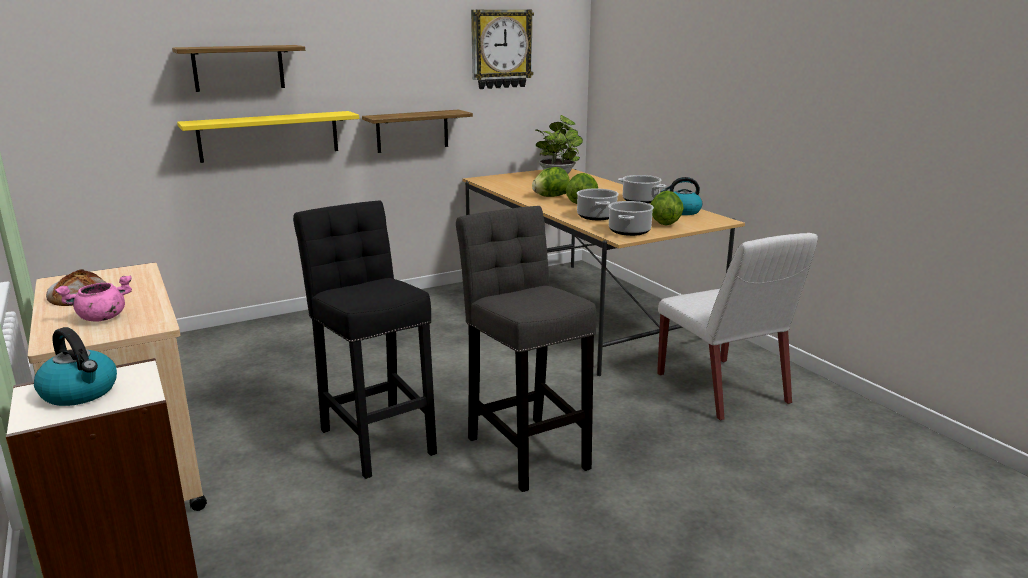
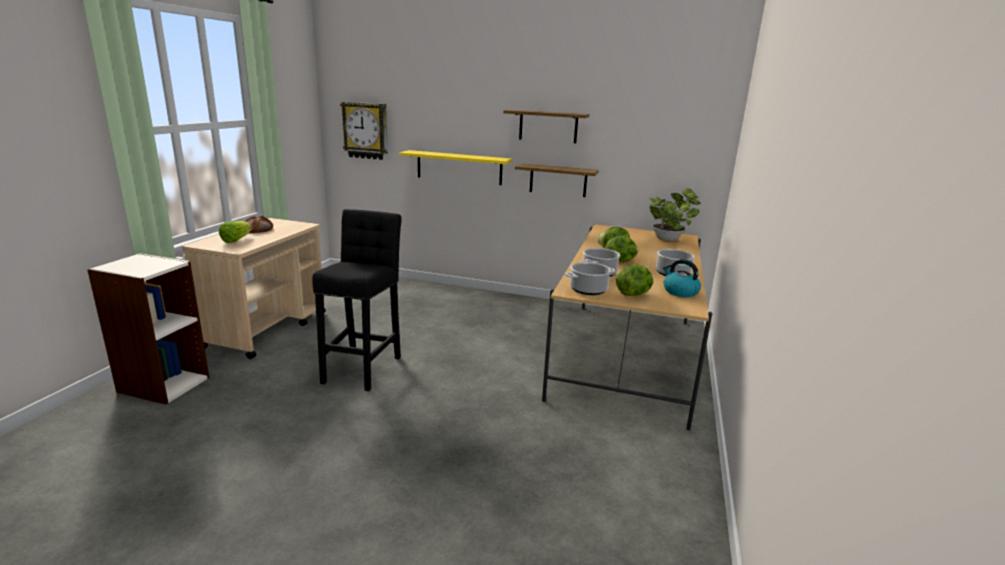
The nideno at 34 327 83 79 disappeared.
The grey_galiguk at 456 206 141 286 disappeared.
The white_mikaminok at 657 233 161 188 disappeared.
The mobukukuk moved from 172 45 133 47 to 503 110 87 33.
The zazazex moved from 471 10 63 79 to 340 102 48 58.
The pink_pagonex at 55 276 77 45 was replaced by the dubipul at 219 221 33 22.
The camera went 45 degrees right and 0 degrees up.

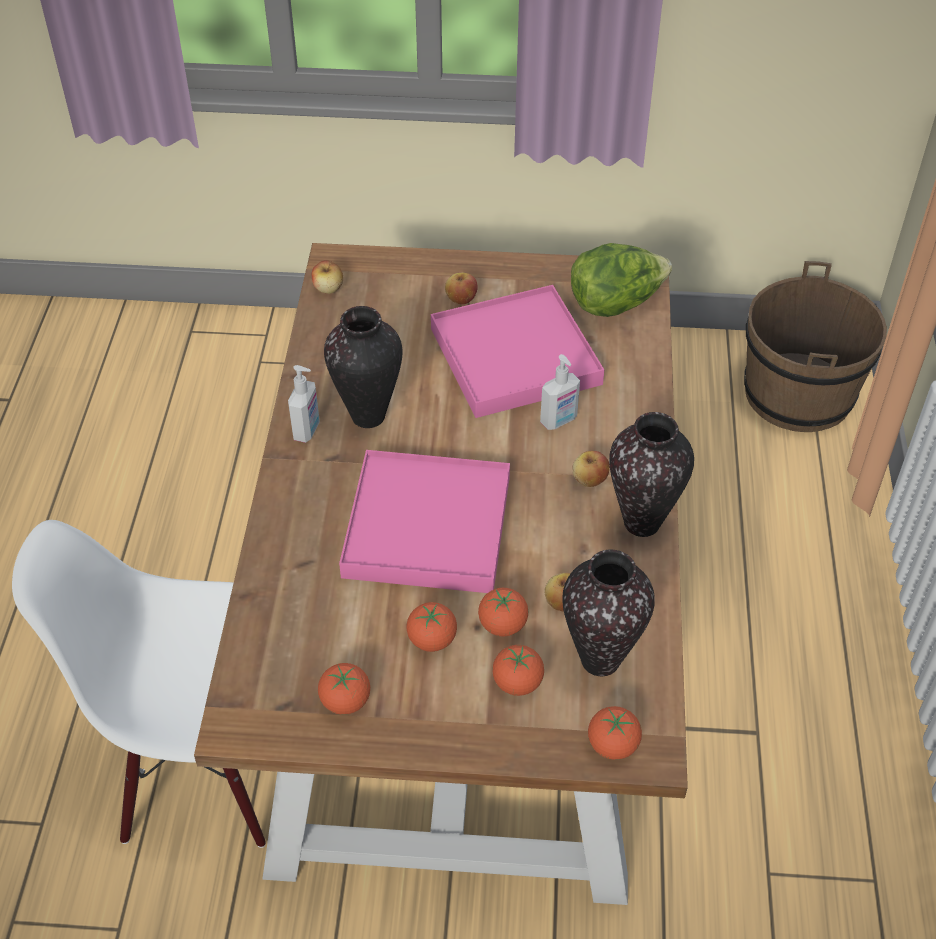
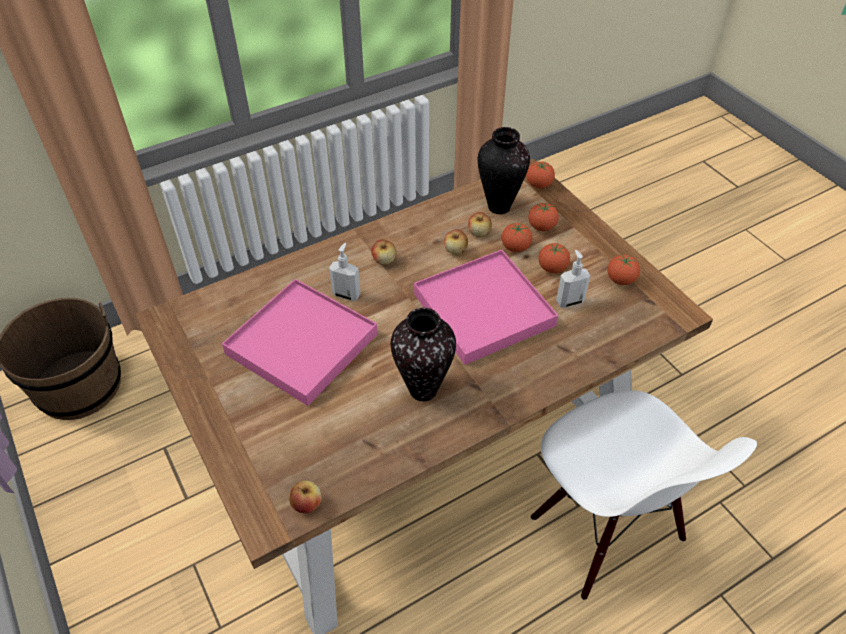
The dubipul at 571 243 101 74 disappeared.
The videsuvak at 609 412 85 125 disappeared.
The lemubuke moved from 288 365 32 78 to 556 250 34 58.
The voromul moved from 445 272 33 32 to 444 229 24 26.
The camera went 125 degrees left and 0 degrees up.

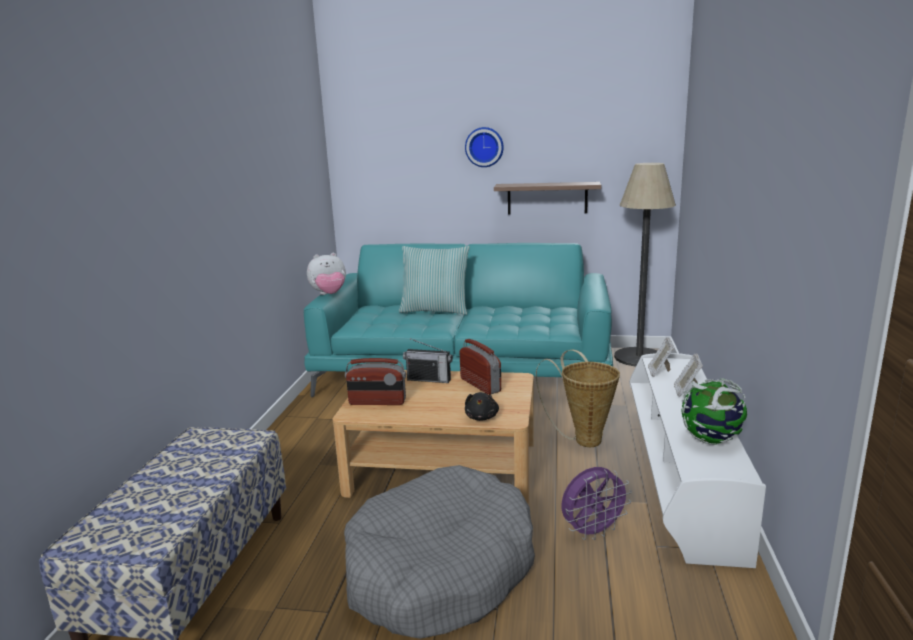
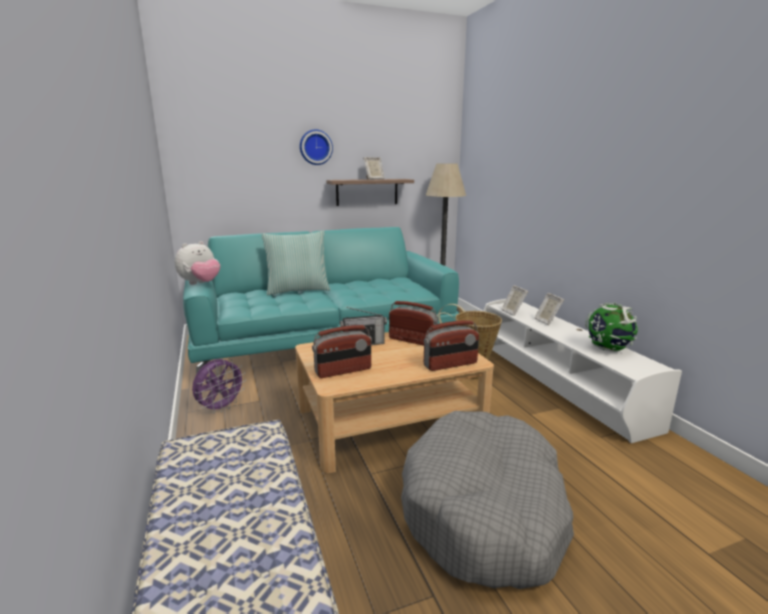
The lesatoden at 363 157 22 23 appeared.
The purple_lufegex moved from 562 467 70 73 to 192 359 54 54.
The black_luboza at 465 392 34 29 was replaced by the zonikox at 424 320 55 51.
The camera went 30 degrees left and 0 degrees up.

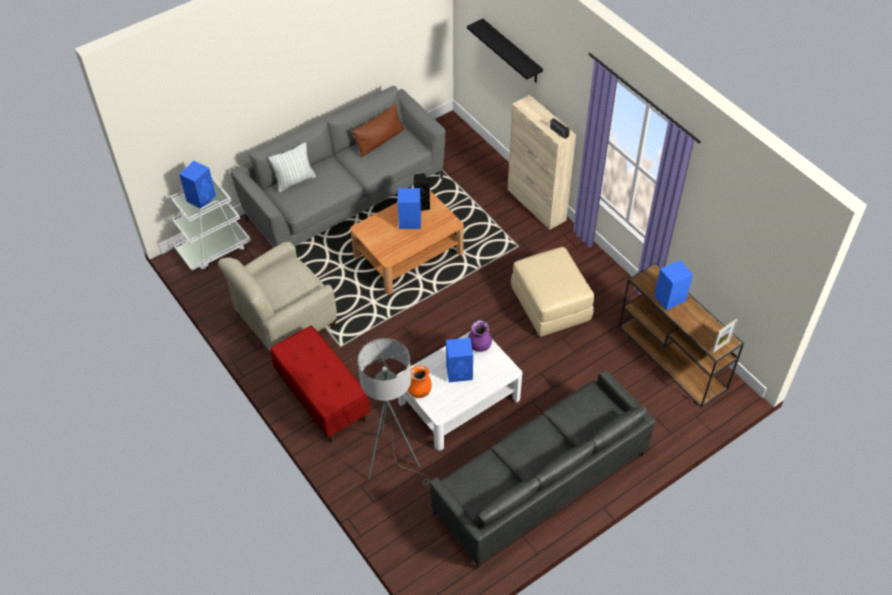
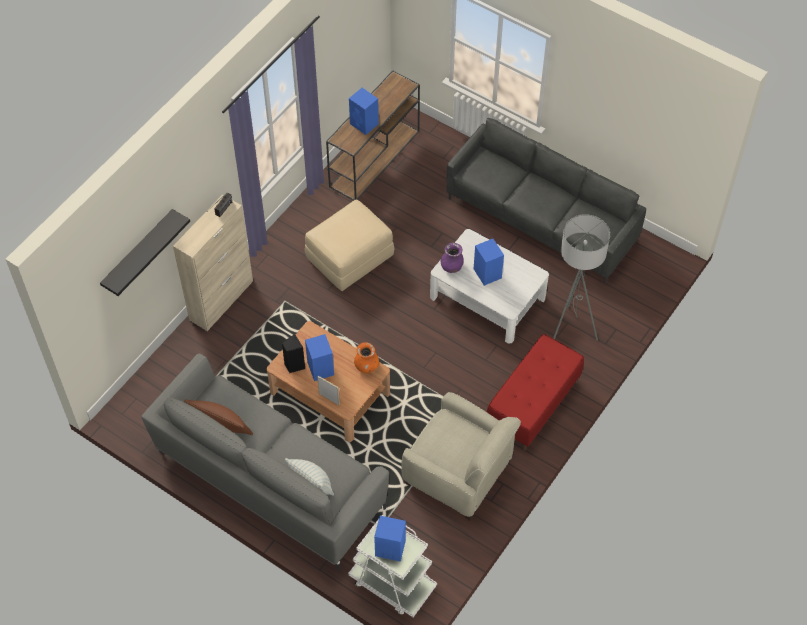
The orange_videsuvak moved from 408 365 24 33 to 354 342 25 32.
The lesatoden moved from 712 319 25 34 to 317 376 23 29.
The camera went 110 degrees left and 5 degrees up.

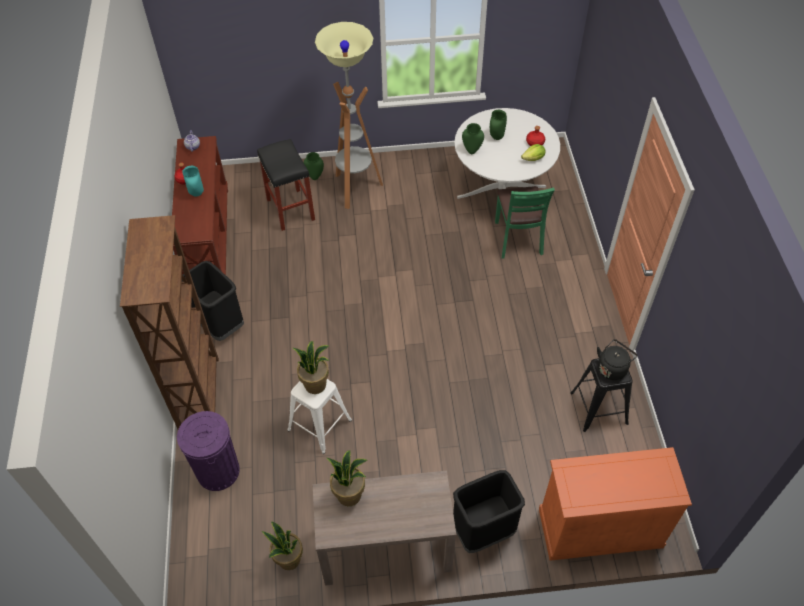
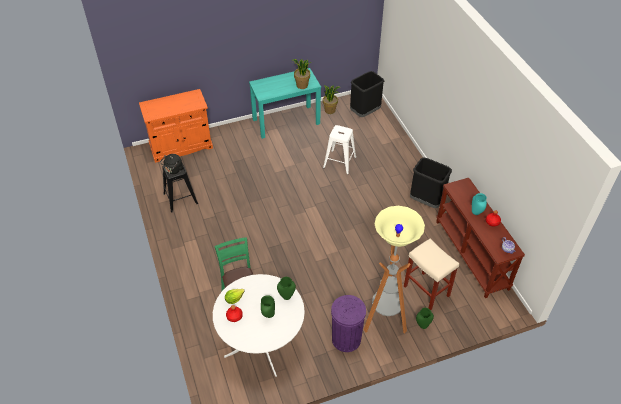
The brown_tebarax at 120 215 99 214 disappeared.
The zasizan at 293 341 36 53 disappeared.
The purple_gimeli moved from 177 411 63 80 to 331 295 35 57.
The black_gimeli moved from 453 470 72 83 to 350 71 34 46.
The black_galiguk at 257 139 58 92 became the beige_galiguk at 404 238 55 72.
The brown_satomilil at 313 471 143 115 became the turquoise_satomilil at 249 68 72 71.
The camera went 165 degrees right and 5 degrees down.

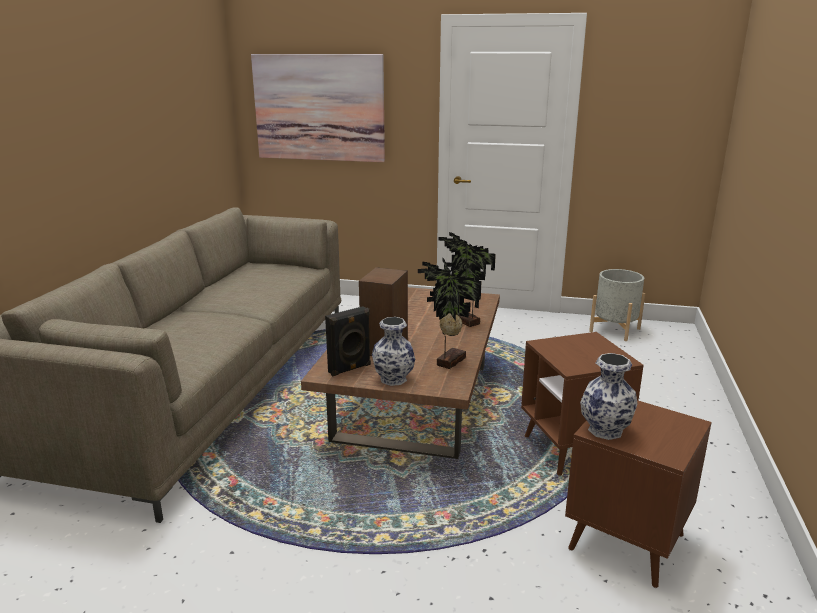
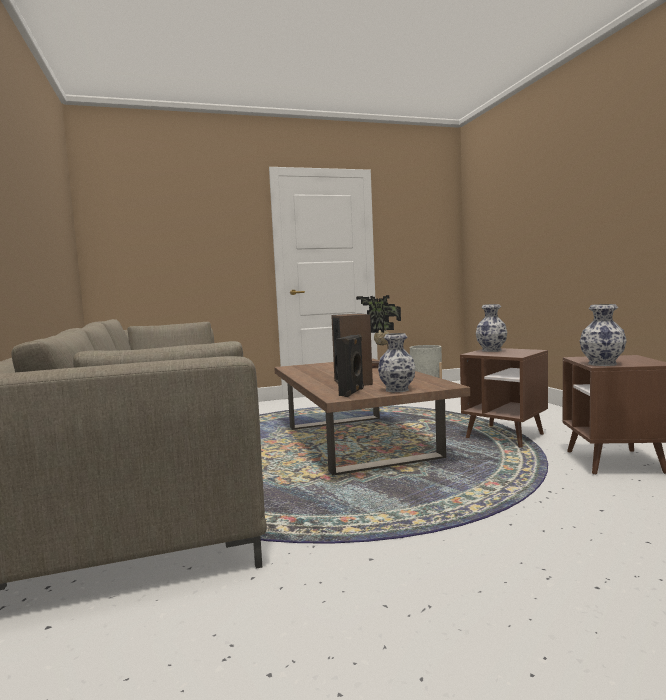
The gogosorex at 251 54 134 108 disappeared.
The zasizan at 418 258 63 111 disappeared.
The videsuvak at 476 304 31 48 appeared.
The camera went 30 degrees left and 15 degrees down.

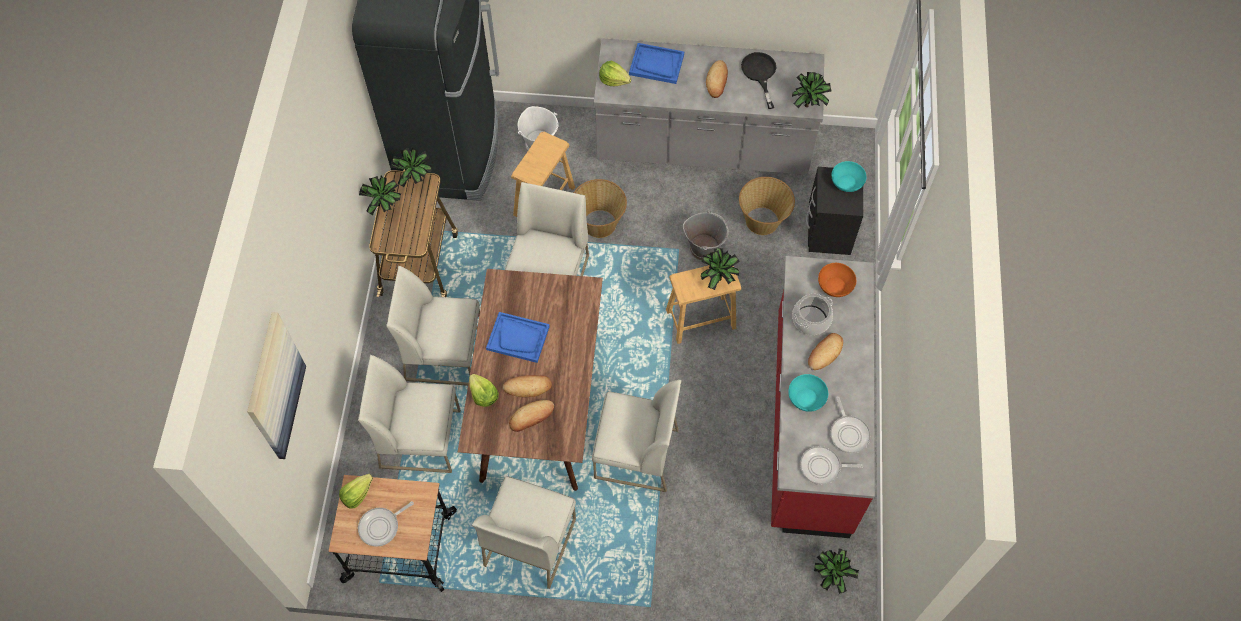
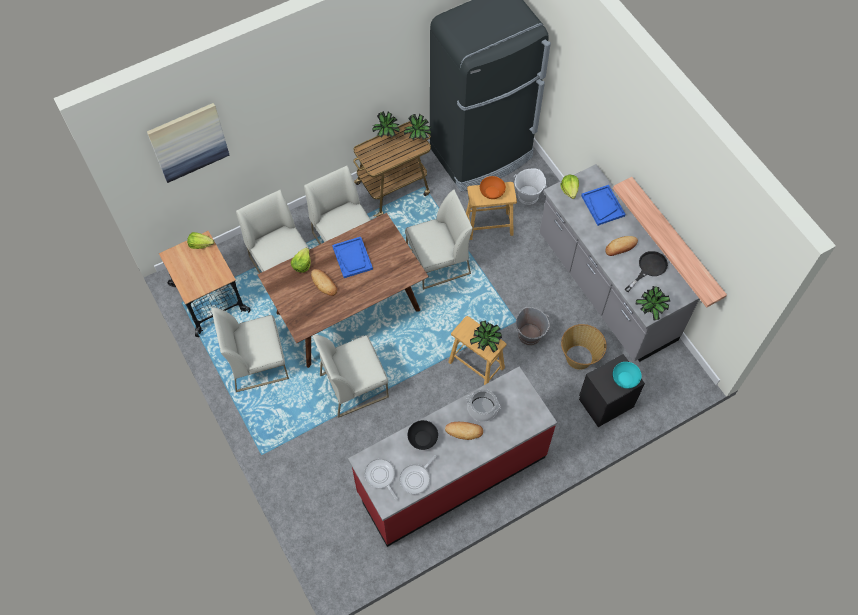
The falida at 358 501 56 46 disappeared.
The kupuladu at 509 400 45 32 disappeared.
The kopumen at 574 179 53 59 disappeared.
The zasizan at 814 548 45 46 disappeared.
The mobukukuk at 613 177 114 131 appeared.
The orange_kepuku moved from 818 263 38 34 to 480 176 26 23.
The turquoise_kepuku at 788 374 40 38 became the black_kepuku at 408 420 30 30.
The white_mikaminok at 592 380 90 112 turned 90 degrees clockwise.
The camera went 55 degrees right and 0 degrees up.

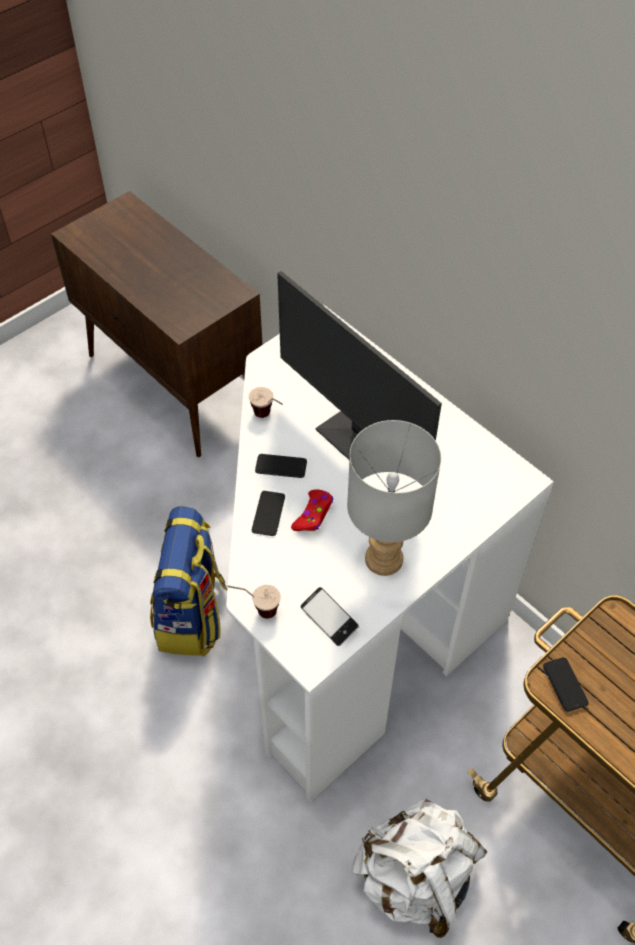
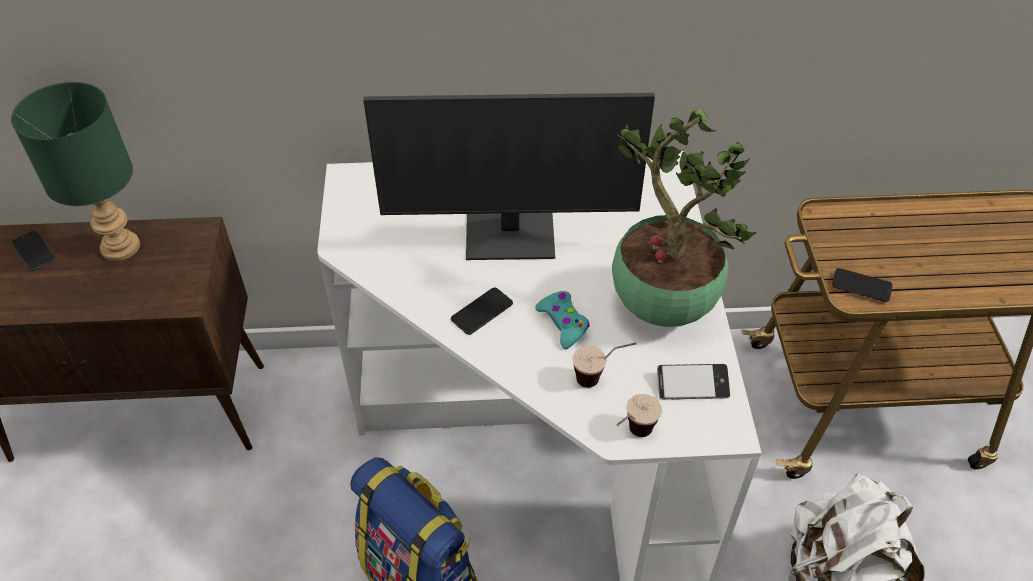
The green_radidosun at 11 82 129 179 appeared.
The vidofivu moved from 249 387 34 31 to 572 343 64 45.
The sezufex moved from 252 491 33 45 to 11 231 44 40.
The grey_radidosun at 347 420 94 156 was replaced by the zasizan at 612 109 144 218.
The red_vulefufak at 291 489 42 42 became the turquoise_vulefufak at 535 291 55 58.
The camera went 50 degrees left and 5 degrees down.

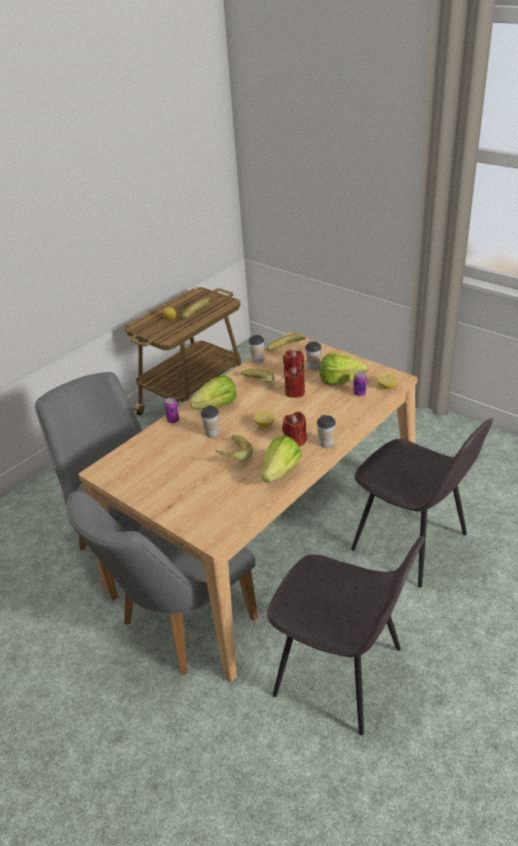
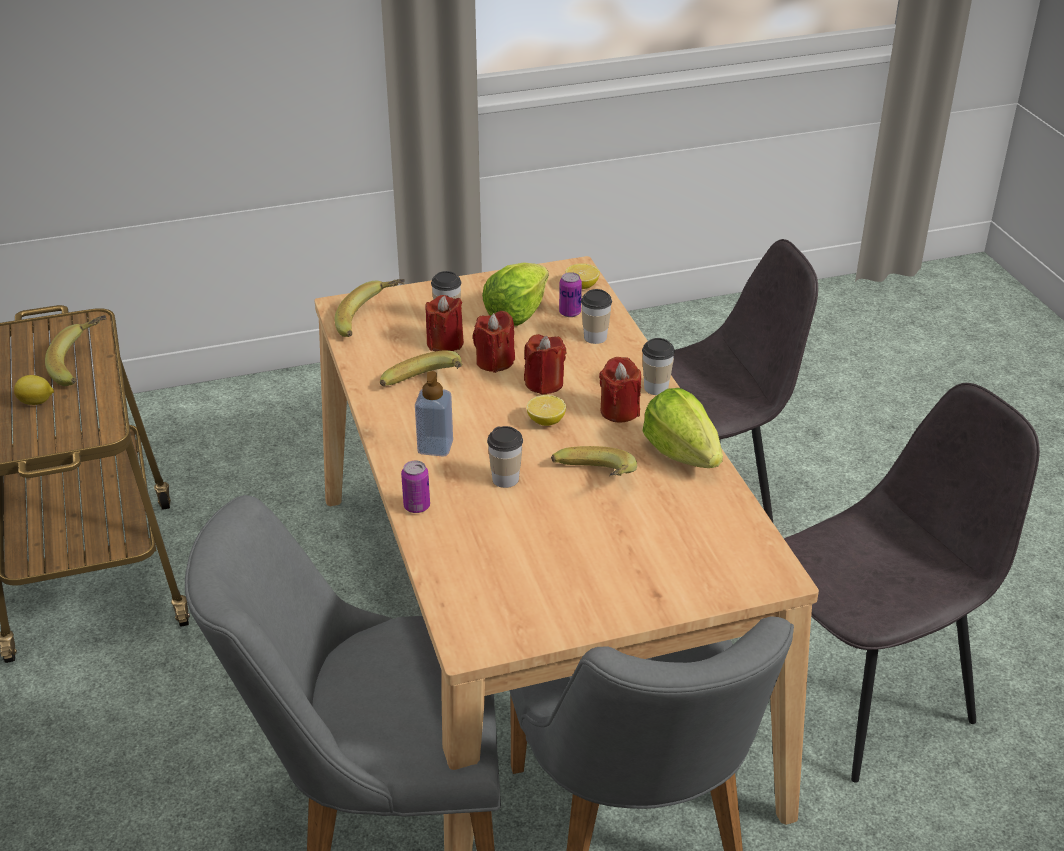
The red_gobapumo at 524 334 42 61 appeared.
The vidofivu moved from 248 335 16 28 to 581 289 31 55.
The dubipul at 189 375 47 34 was replaced by the lemubuke at 415 371 38 86.
The camera went 60 degrees left and 0 degrees up.

